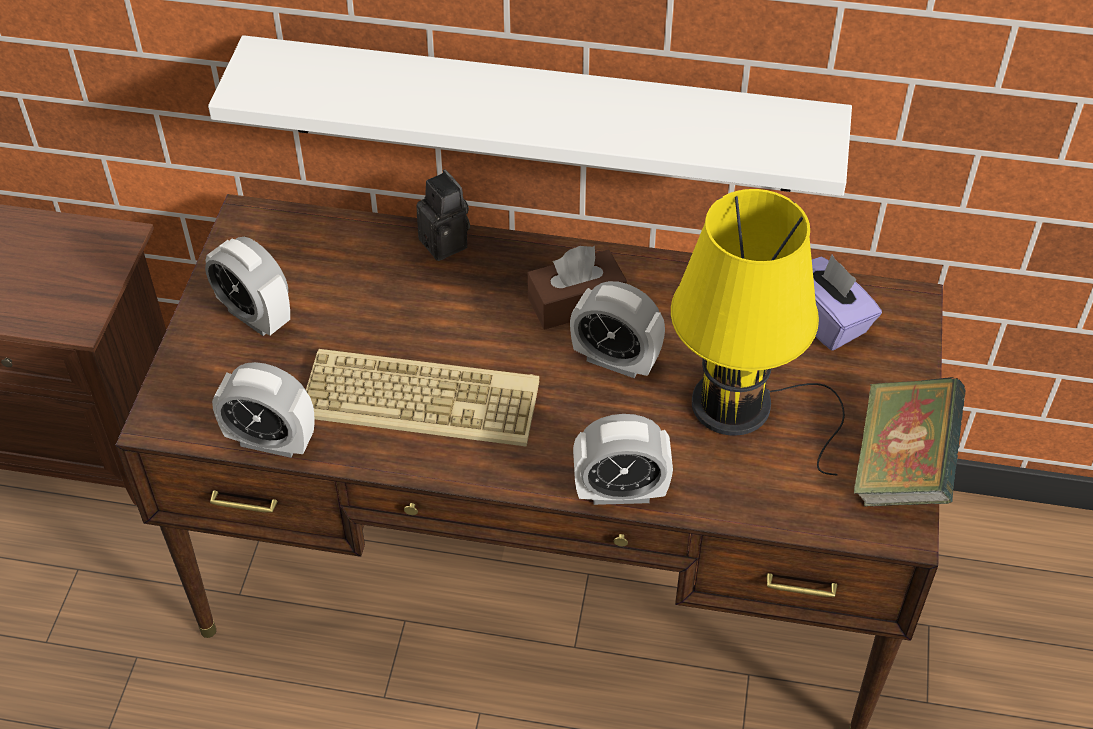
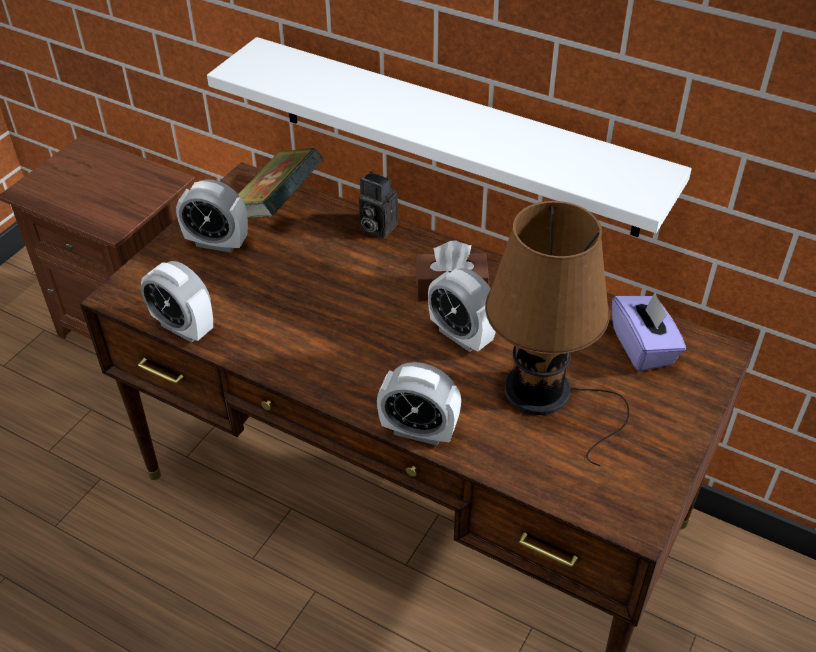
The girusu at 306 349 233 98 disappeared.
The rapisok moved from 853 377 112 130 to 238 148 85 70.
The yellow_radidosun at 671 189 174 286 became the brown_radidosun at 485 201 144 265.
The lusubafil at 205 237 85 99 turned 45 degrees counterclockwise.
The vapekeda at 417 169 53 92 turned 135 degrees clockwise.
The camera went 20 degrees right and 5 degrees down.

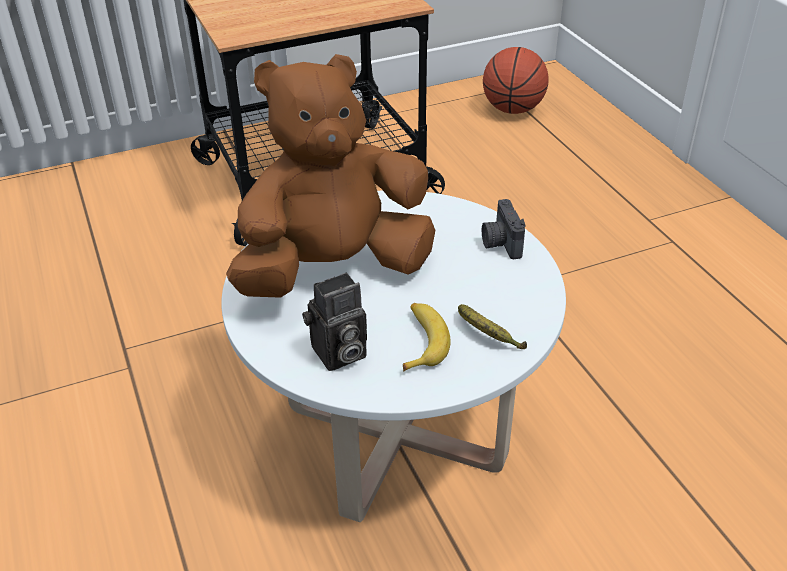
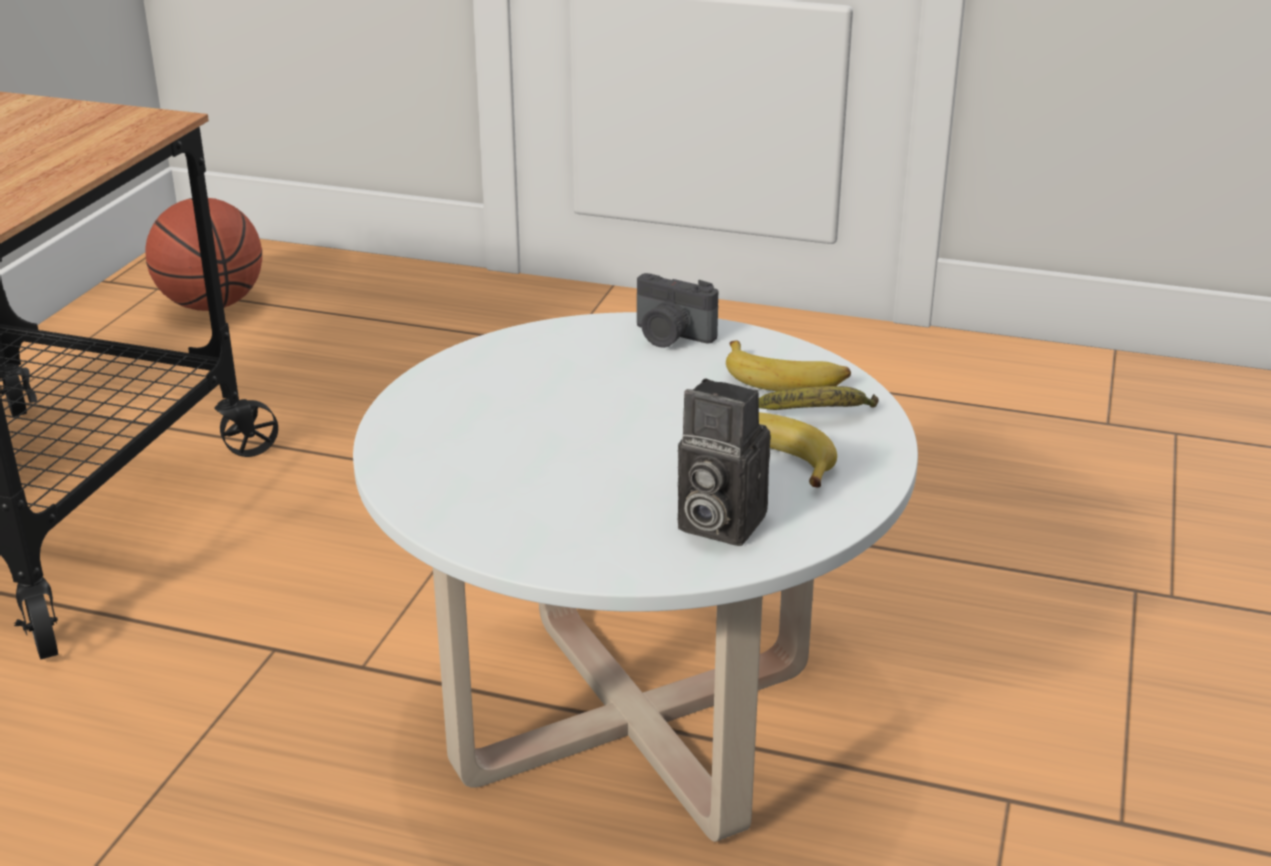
The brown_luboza at 226 54 209 244 disappeared.
The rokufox at 726 341 125 50 appeared.
The vapekeda at 302 273 65 98 turned 105 degrees clockwise.
The camera went 50 degrees left and 10 degrees down.

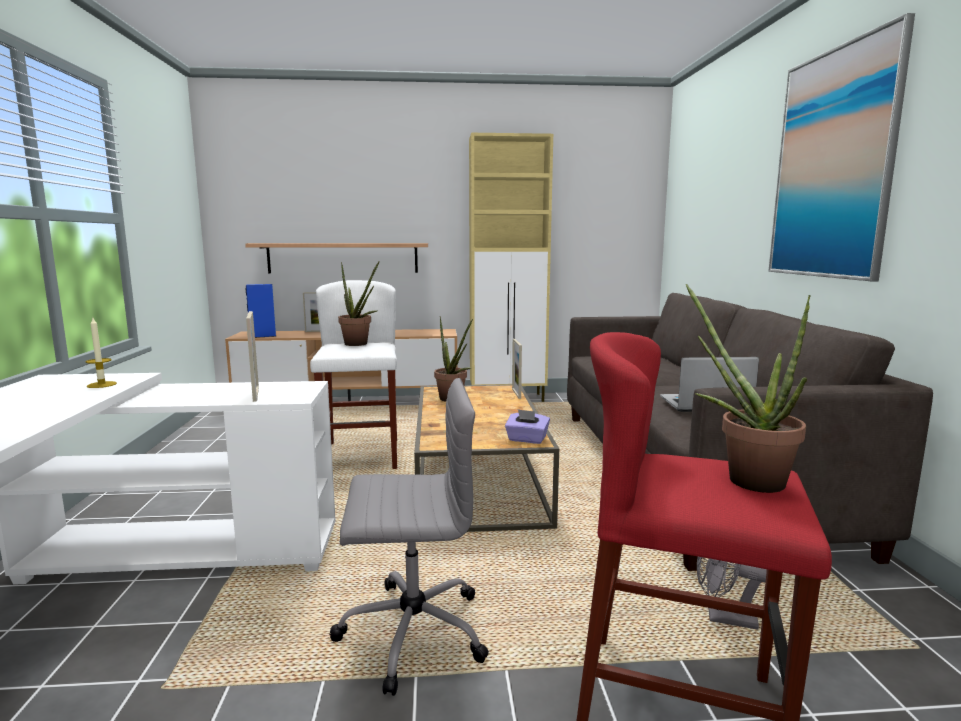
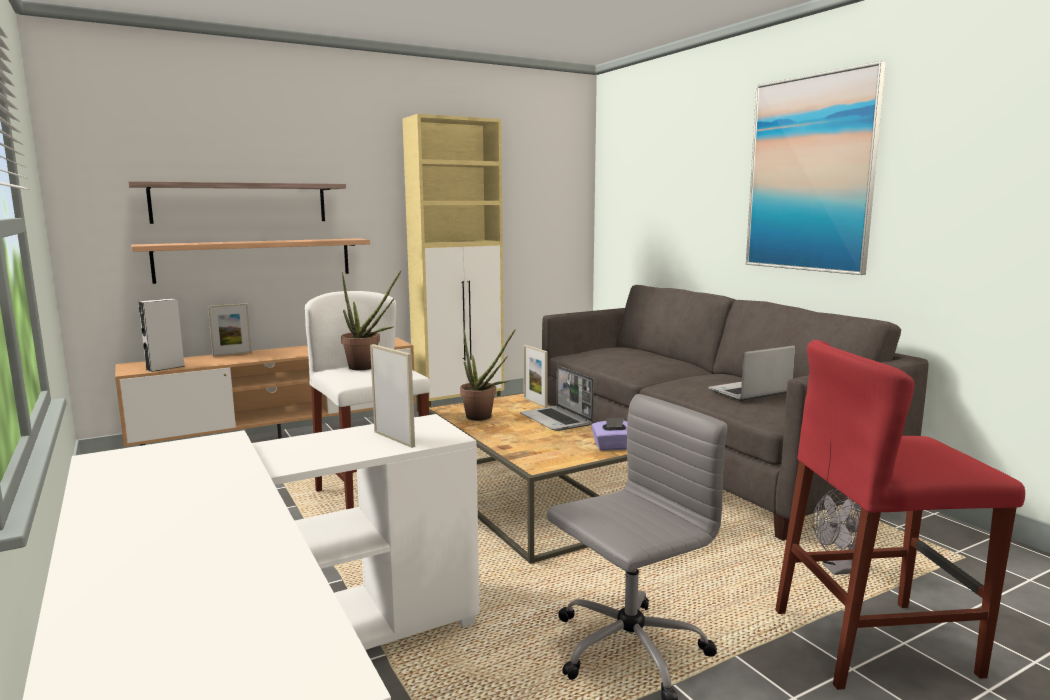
The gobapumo at 86 318 31 70 disappeared.
The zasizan at 686 284 124 209 disappeared.
The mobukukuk at 128 181 218 43 appeared.
The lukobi at 520 366 74 65 appeared.
The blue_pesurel at 246 284 30 54 became the grey_pesurel at 138 298 46 74.
The camera went 25 degrees left and 0 degrees up.

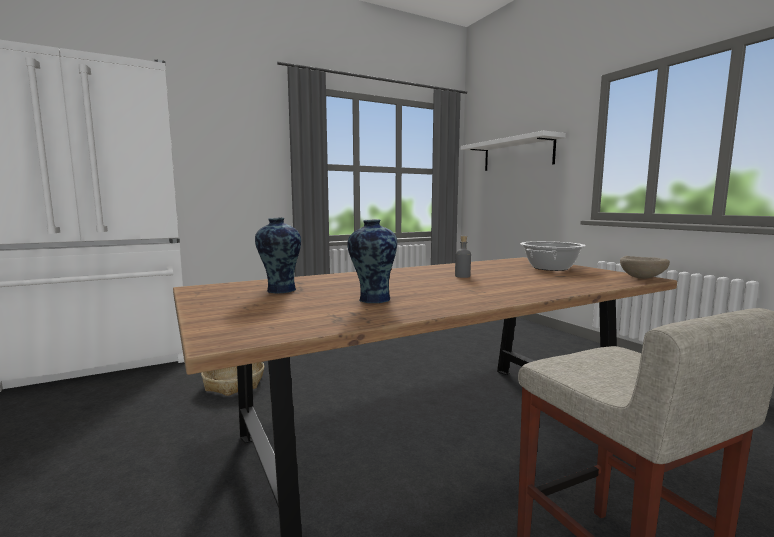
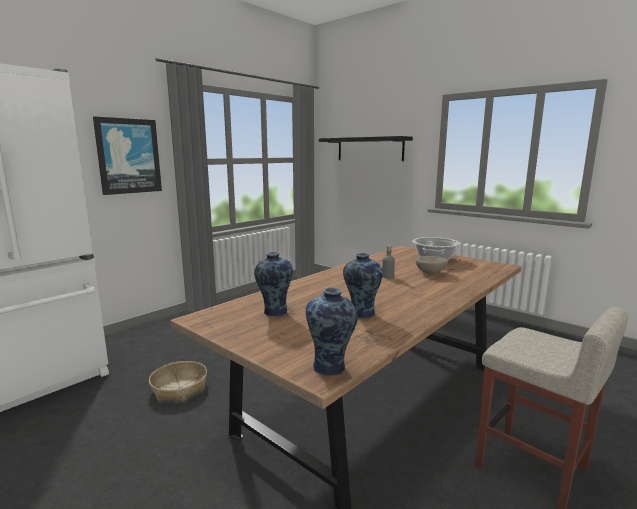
The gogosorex at 93 116 69 79 appeared.
The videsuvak at 306 288 52 88 appeared.
The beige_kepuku moved from 620 256 50 23 to 415 256 33 18.
The white_mobukukuk at 461 130 105 41 became the black_mobukukuk at 319 136 94 25.
The camera went 20 degrees left and 5 degrees up.

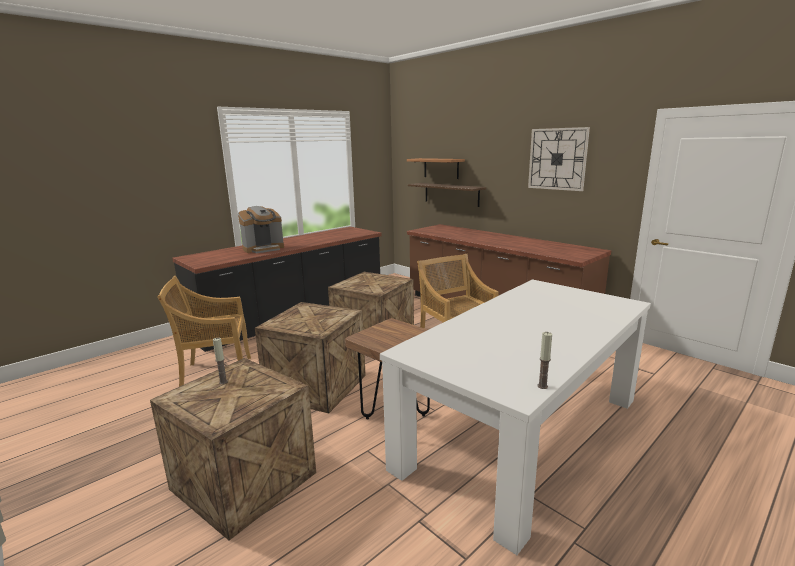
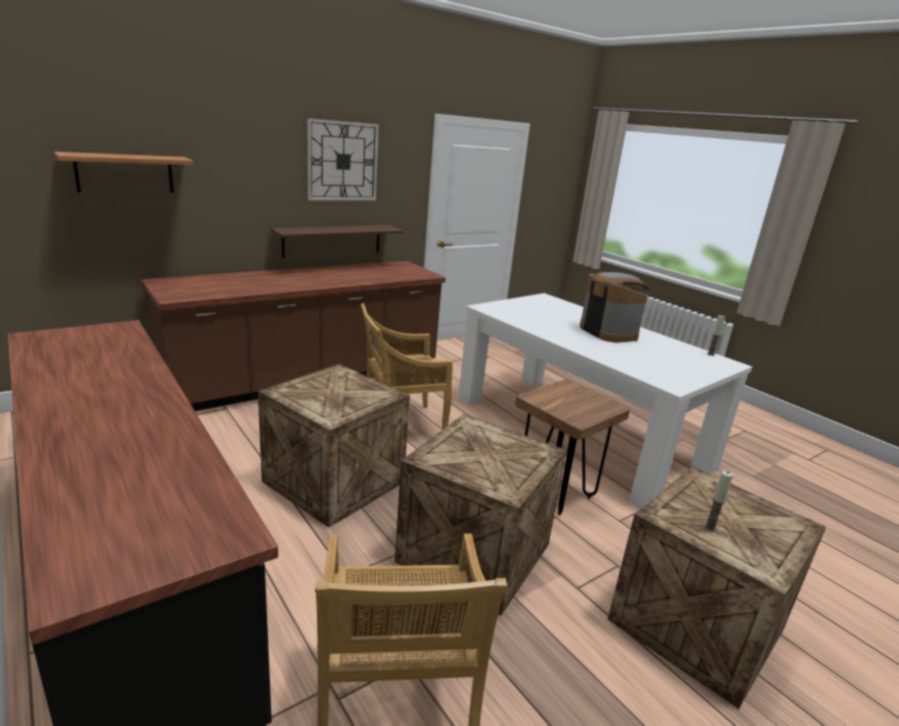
The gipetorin moved from 238 206 46 47 to 580 272 69 71.
The mobukukuk moved from 408 183 78 24 to 270 225 133 33.
The camera went 85 degrees left and 5 degrees up.

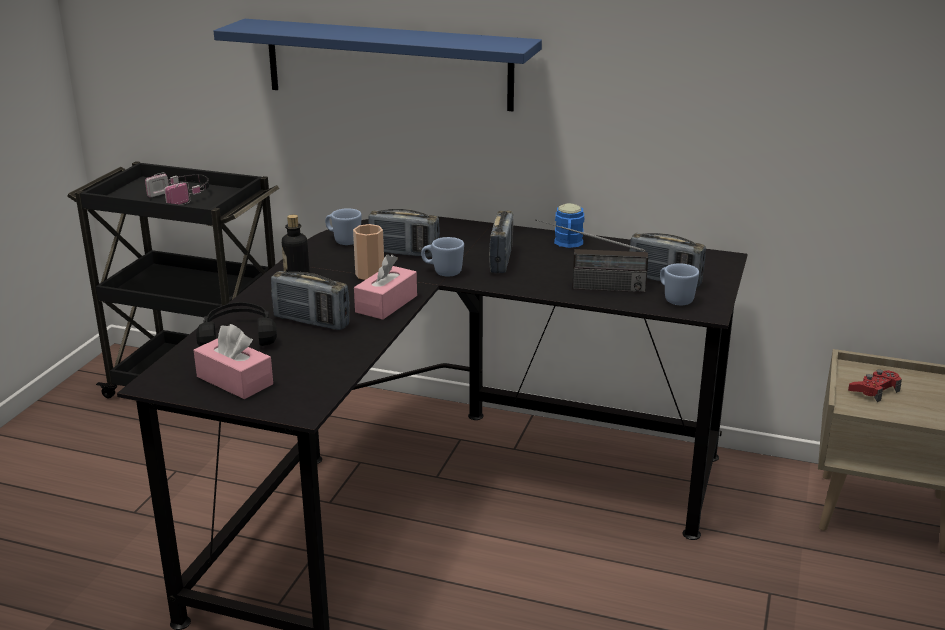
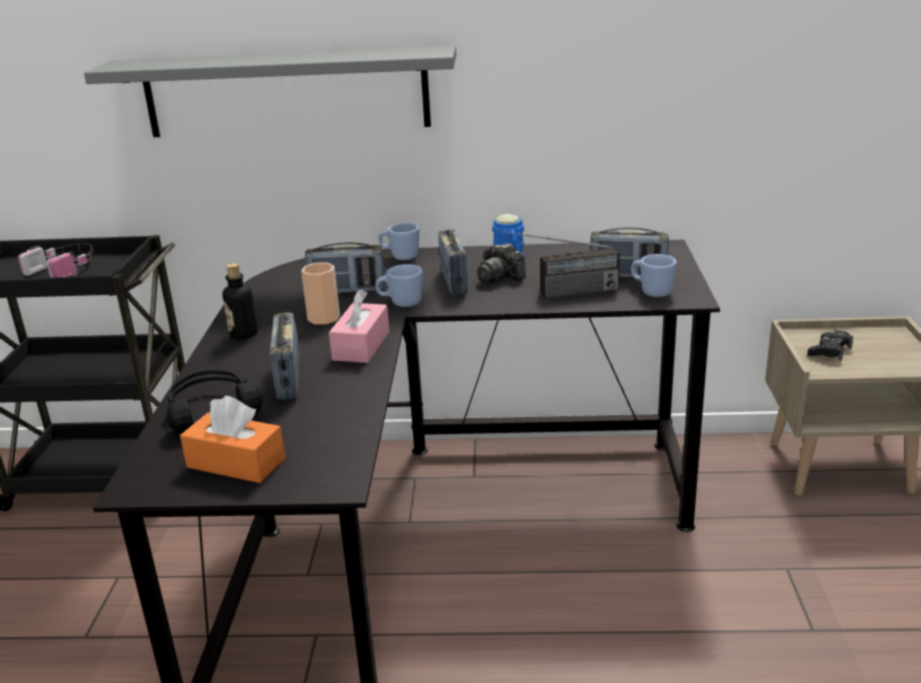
The vapekeda at 477 243 49 41 appeared.
The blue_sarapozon moved from 325 208 37 37 to 379 223 40 37.
The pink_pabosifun at 194 324 79 75 became the orange_pabosifun at 180 396 105 87.
The blue_mobukukuk at 213 19 329 92 became the grey_mobukukuk at 84 46 372 91.
The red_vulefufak at 848 369 54 33 became the black_vulefufak at 807 330 46 32.
The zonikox at 271 271 79 59 turned 75 degrees clockwise.
The camera went 15 degrees left and 0 degrees up.

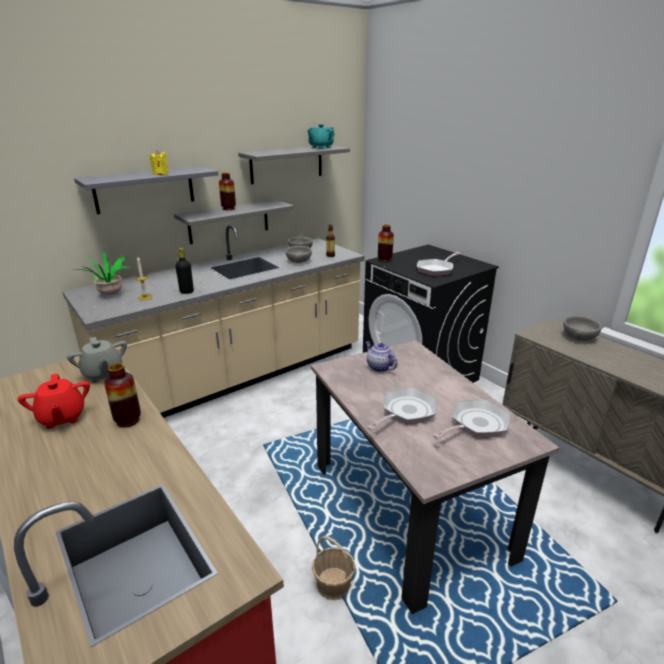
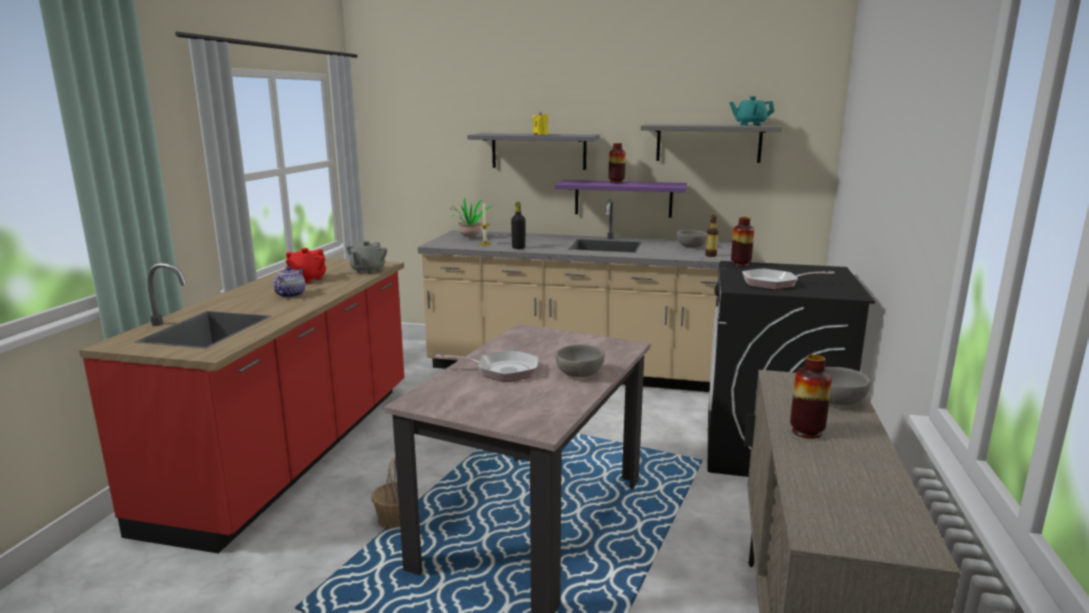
The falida at 433 399 78 40 disappeared.
The videsuvak moved from 104 363 37 64 to 790 354 42 85.
The grey_kepuku moved from 286 246 26 17 to 556 344 49 33.
The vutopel moved from 366 341 32 31 to 273 266 32 32.
The grey_mobukukuk at 174 200 120 44 became the purple_mobukukuk at 555 180 132 38.
The camera went 50 degrees right and 10 degrees down.

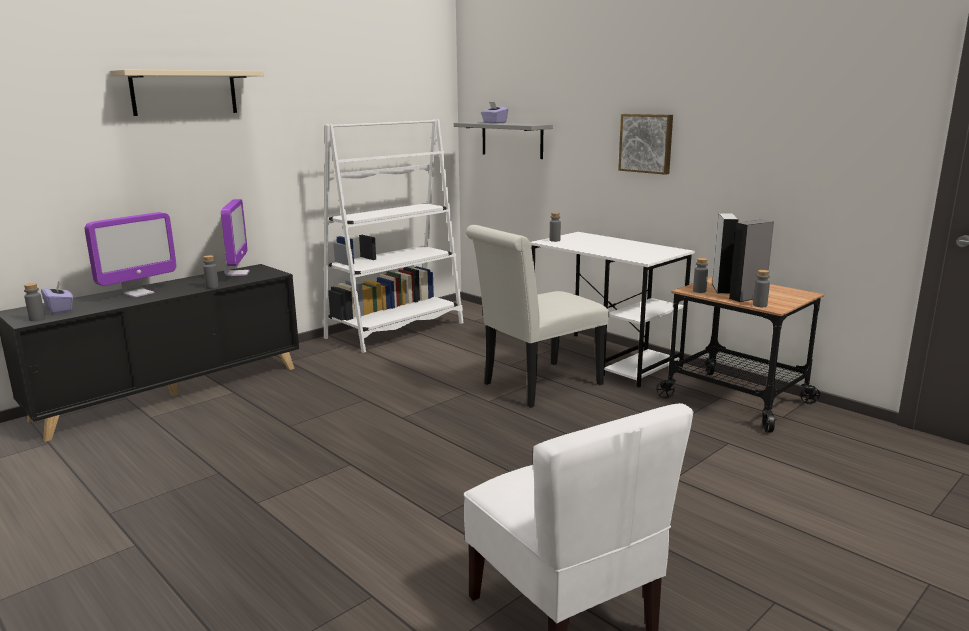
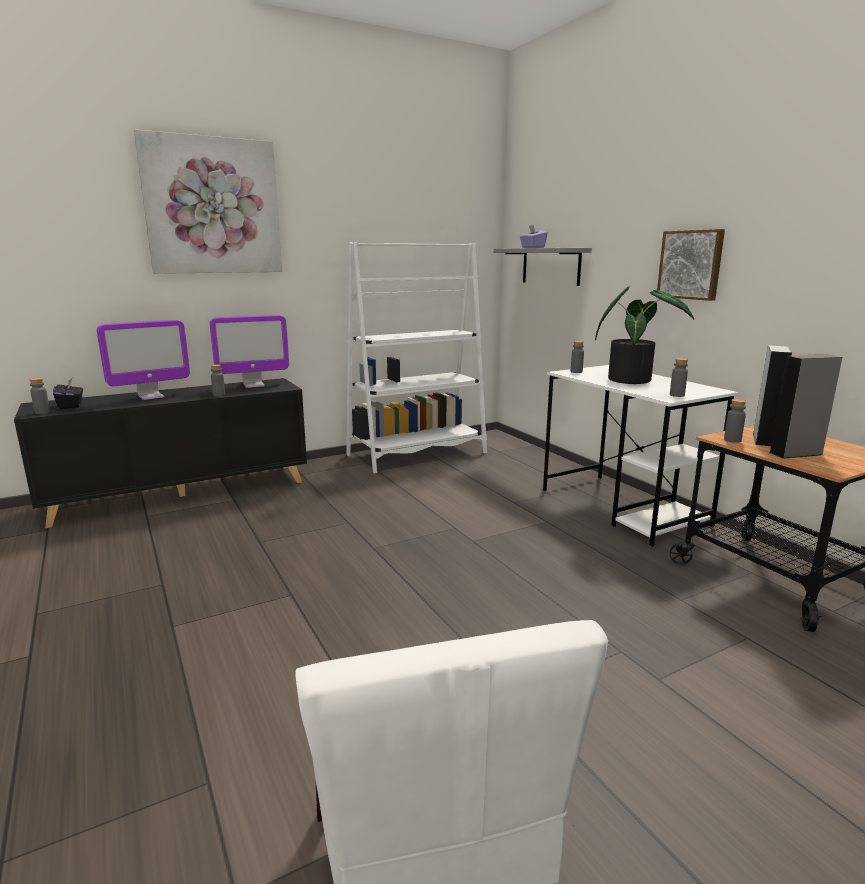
The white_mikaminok at 466 225 144 183 disappeared.
The zasizan at 595 287 99 97 appeared.
The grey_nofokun moved from 753 270 17 37 to 670 358 18 39.
The beige_mobukukuk at 110 69 154 47 was replaced by the gogosorex at 134 129 148 145.
The purple_pabosifun at 41 281 32 33 became the black_pabosifun at 53 378 30 31.
The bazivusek at 221 199 29 77 turned 60 degrees clockwise.
The camera went 15 degrees right and 0 degrees up.

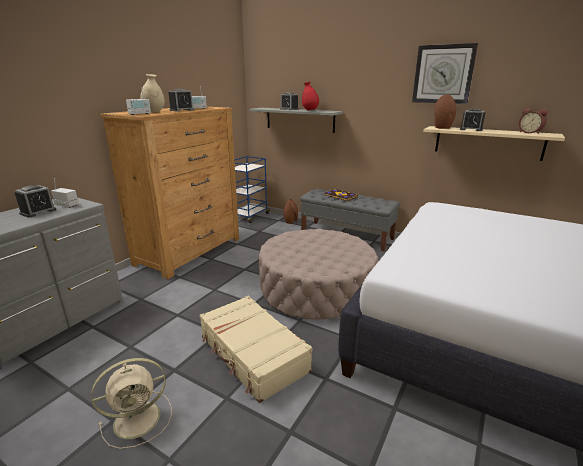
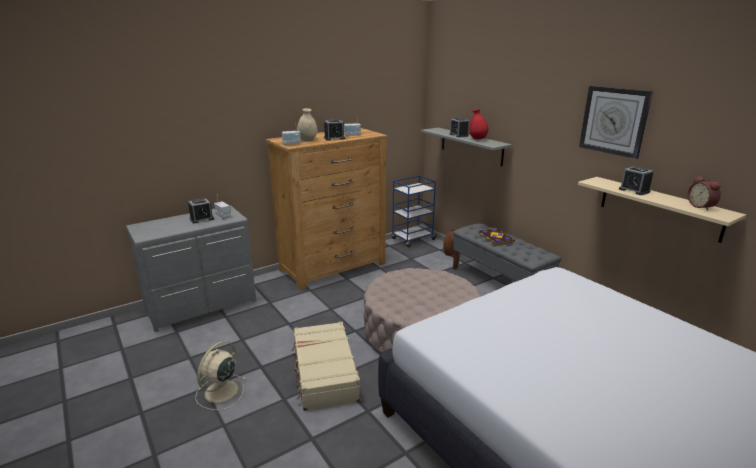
The brown_videsuvak at 434 94 22 35 disappeared.
The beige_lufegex at 91 358 81 91 turned 120 degrees clockwise.
The camera went 25 degrees right and 0 degrees up.

